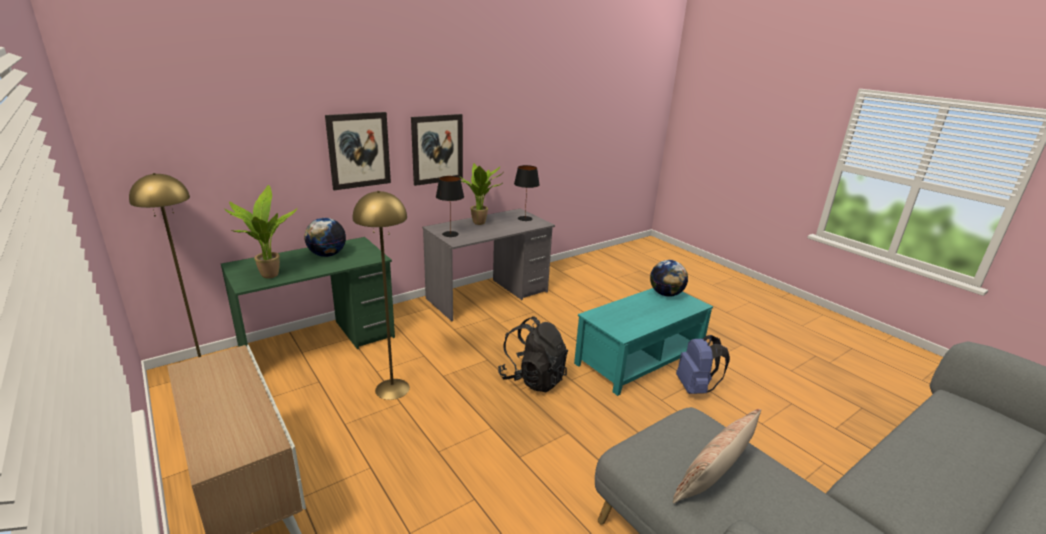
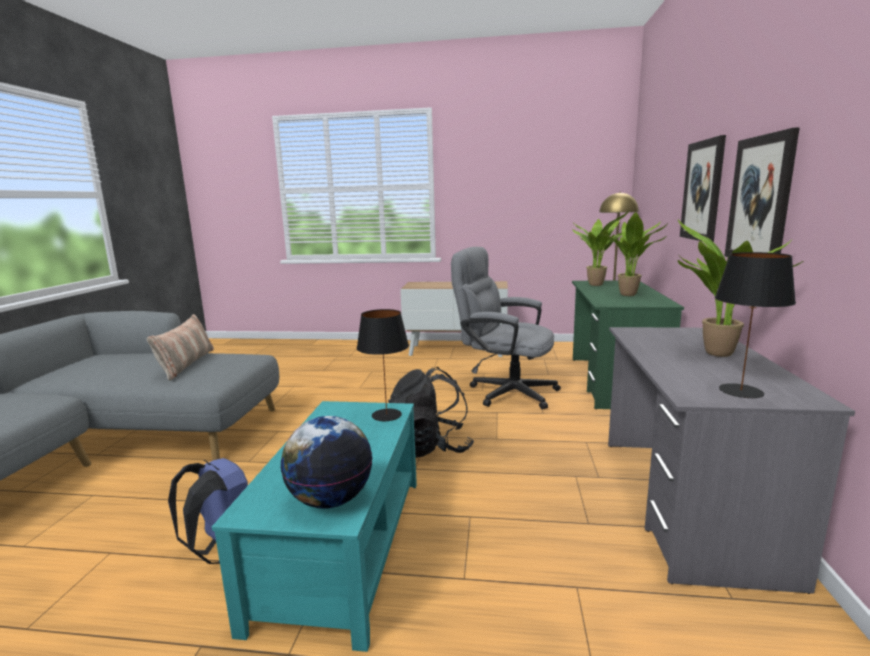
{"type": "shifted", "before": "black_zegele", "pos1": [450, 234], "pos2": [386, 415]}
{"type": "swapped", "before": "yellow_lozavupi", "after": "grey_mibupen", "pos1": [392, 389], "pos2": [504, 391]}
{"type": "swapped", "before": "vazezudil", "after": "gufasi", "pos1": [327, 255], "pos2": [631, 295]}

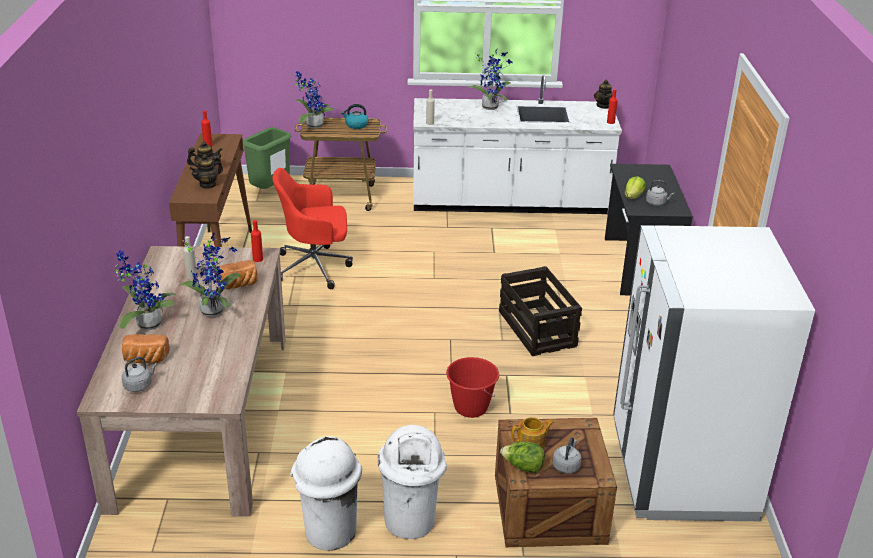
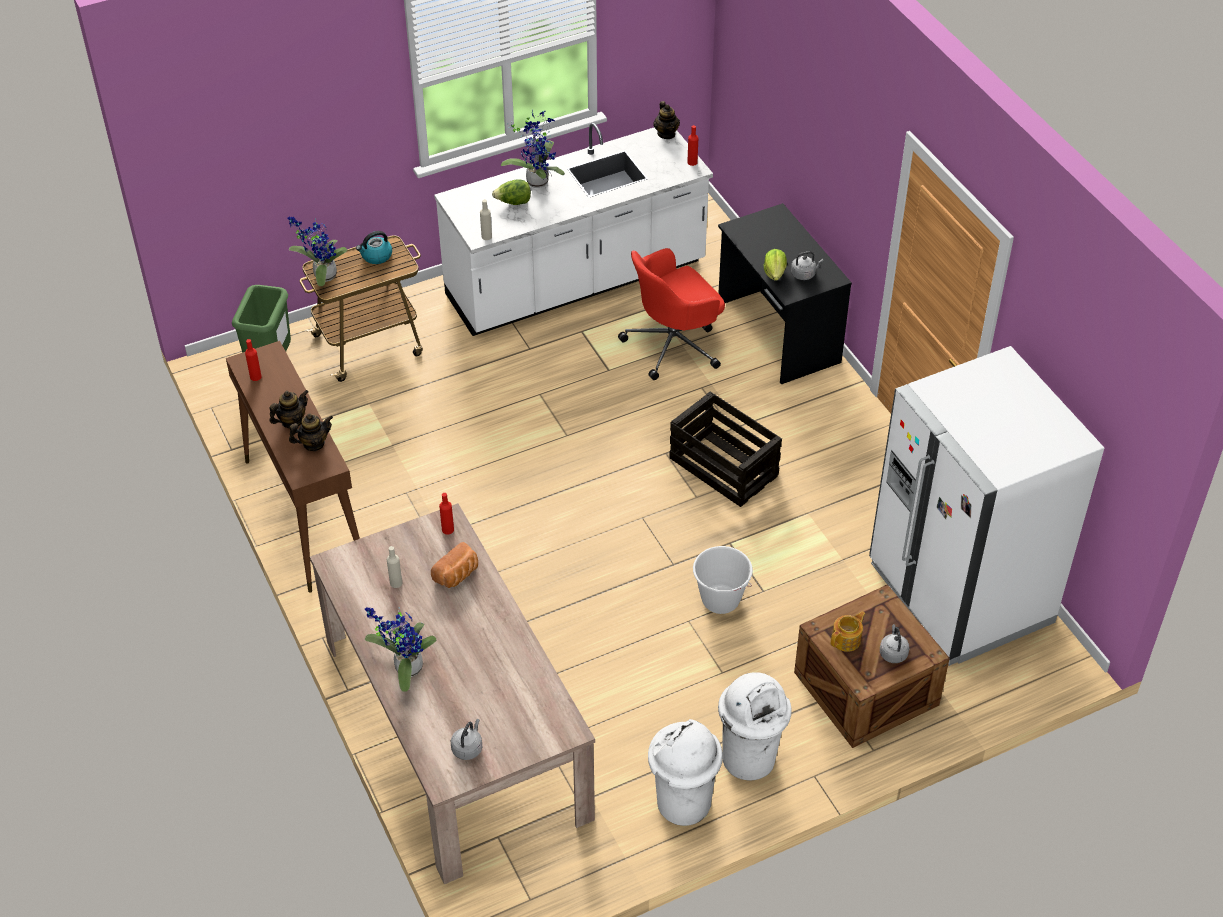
{"type": "rotated", "before": "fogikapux", "pos1": [208, 185], "pos2": [313, 444], "turn": -135}
{"type": "shifted", "before": "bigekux", "pos1": [523, 467], "pos2": [513, 203]}
{"type": "shifted", "before": "red_mibupen", "pos1": [315, 267], "pos2": [674, 345]}
{"type": "repainted", "before": "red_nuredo", "after": "white_nuredo", "pos1": [470, 407], "pos2": [720, 600]}
{"type": "gone", "before": "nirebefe", "pos1": [145, 360]}
{"type": "gone", "before": "gufasi", "pos1": [214, 309]}

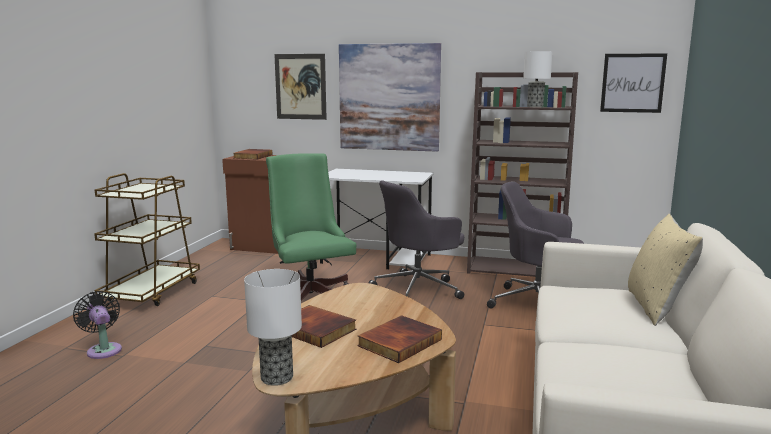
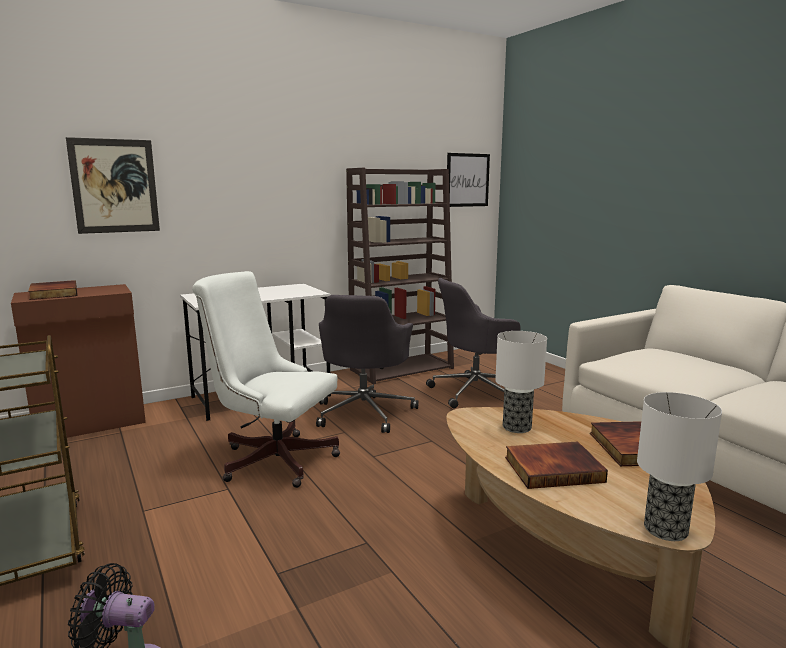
{"type": "repainted", "before": "green_mibupen", "after": "white_mibupen", "pos1": [310, 295], "pos2": [272, 458]}
{"type": "shifted", "before": "zegele", "pos1": [535, 106], "pos2": [517, 427]}
{"type": "gone", "before": "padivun", "pos1": [389, 97]}
{"type": "gone", "before": "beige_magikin", "pos1": [657, 308]}

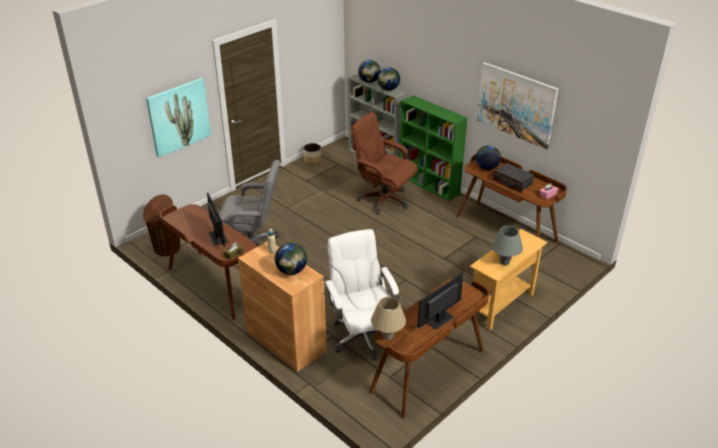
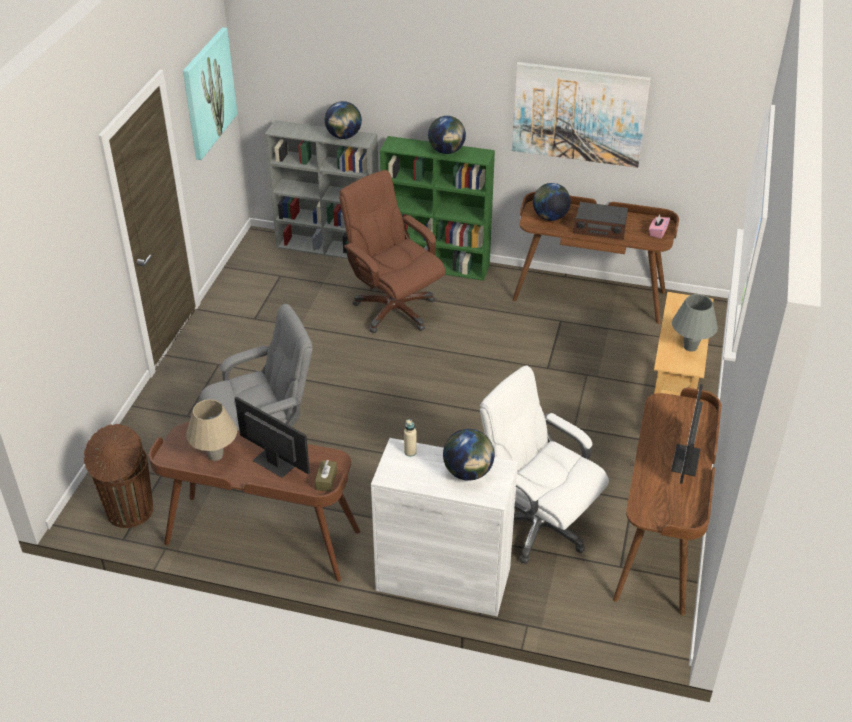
{"type": "shifted", "before": "padivun", "pos1": [178, 116], "pos2": [208, 93]}
{"type": "shifted", "before": "beige_zegele", "pos1": [387, 336], "pos2": [215, 455]}
{"type": "rotated", "before": "brown_mibupen", "pos1": [383, 199], "pos2": [393, 309], "turn": 45}
{"type": "repainted", "before": "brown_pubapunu", "after": "white_pubapunu", "pos1": [286, 341], "pos2": [443, 579]}
{"type": "shifted", "before": "vazezudil", "pos1": [369, 81], "pos2": [446, 151]}
{"type": "gone", "before": "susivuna", "pos1": [312, 160]}

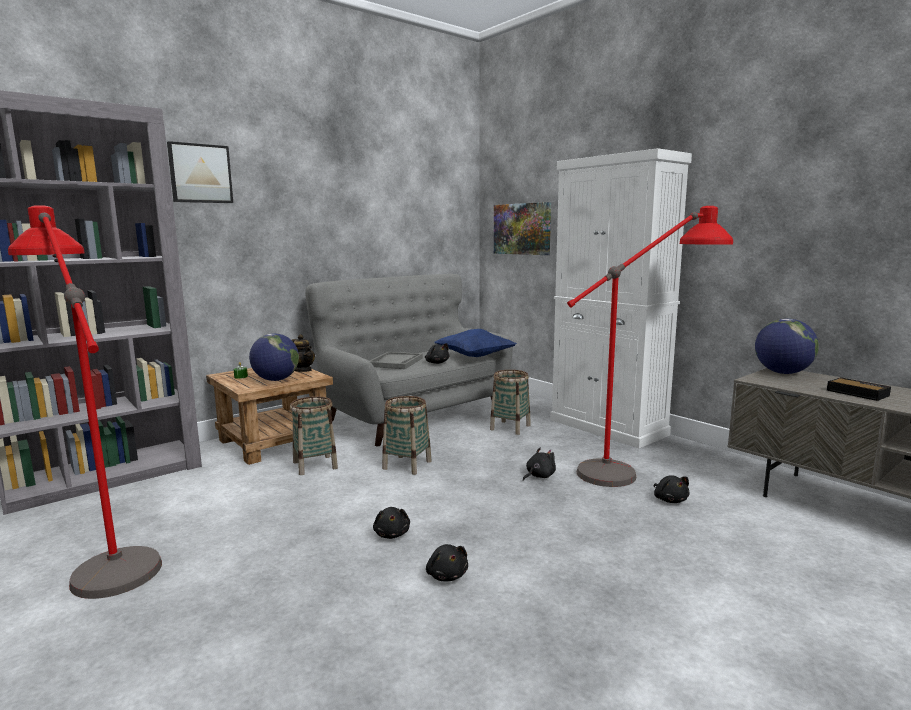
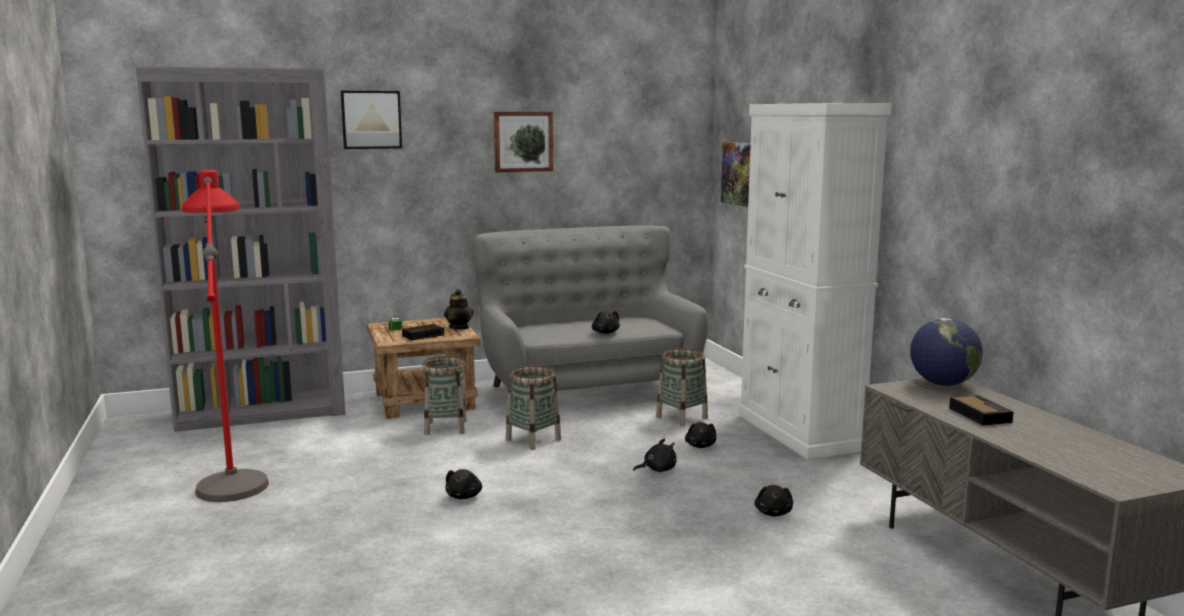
{"type": "swapped", "before": "vazezudil", "after": "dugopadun", "pos1": [276, 380], "pos2": [424, 335]}
{"type": "new", "after": "padivun", "pos2": [523, 141]}
{"type": "shifted", "before": "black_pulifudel", "pos1": [446, 575], "pos2": [700, 446]}
{"type": "gone", "before": "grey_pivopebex", "pos1": [396, 362]}
{"type": "gone", "before": "blue_magikin", "pos1": [474, 357]}
{"type": "gone", "before": "red_lozavupi", "pos1": [640, 468]}

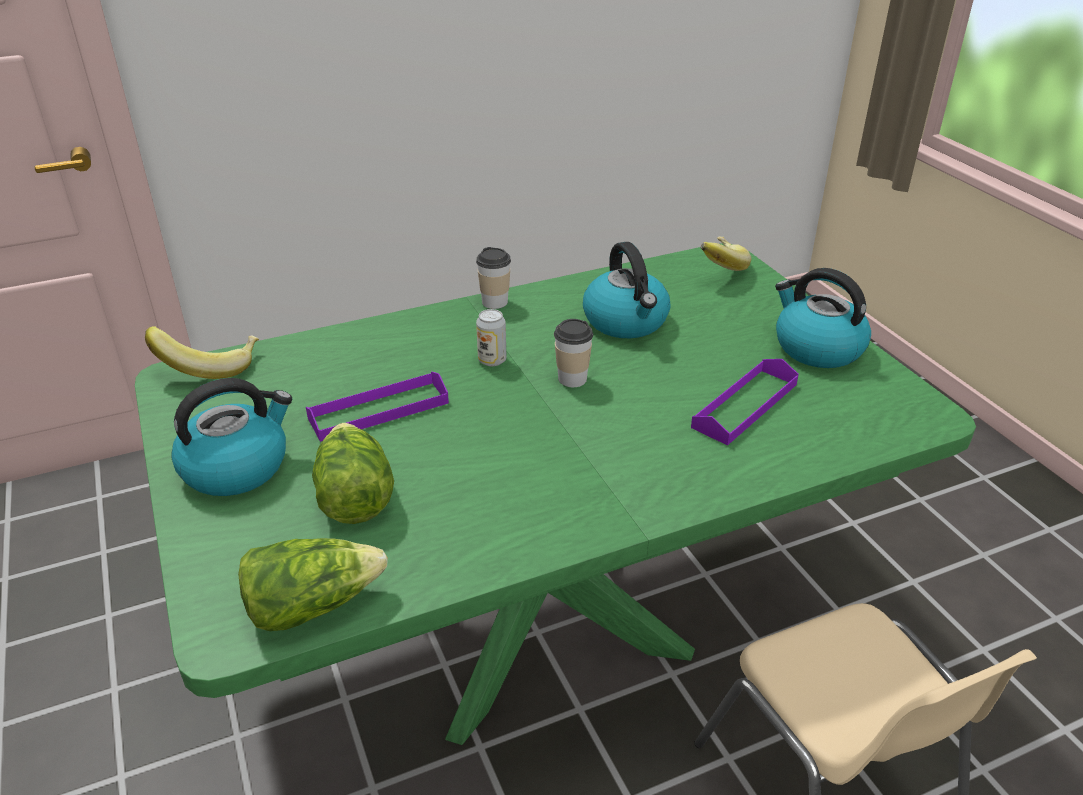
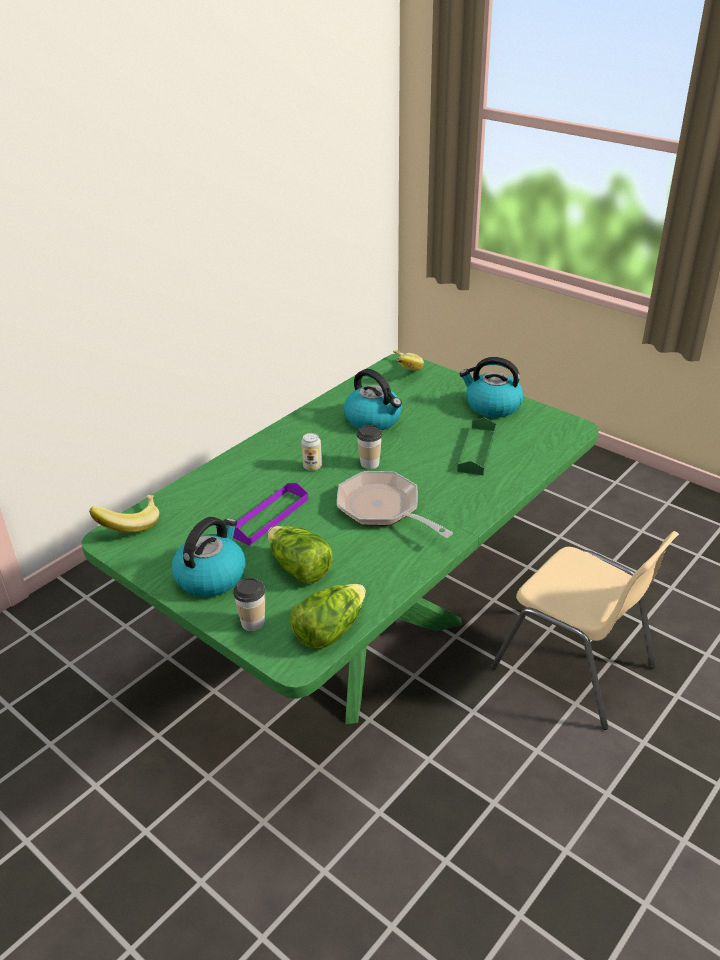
{"type": "shifted", "before": "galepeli", "pos1": [495, 302], "pos2": [253, 622]}
{"type": "new", "after": "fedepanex", "pos2": [383, 509]}
{"type": "repainted", "before": "purple_pivopebex", "after": "green_pivopebex", "pos1": [745, 405], "pos2": [477, 450]}

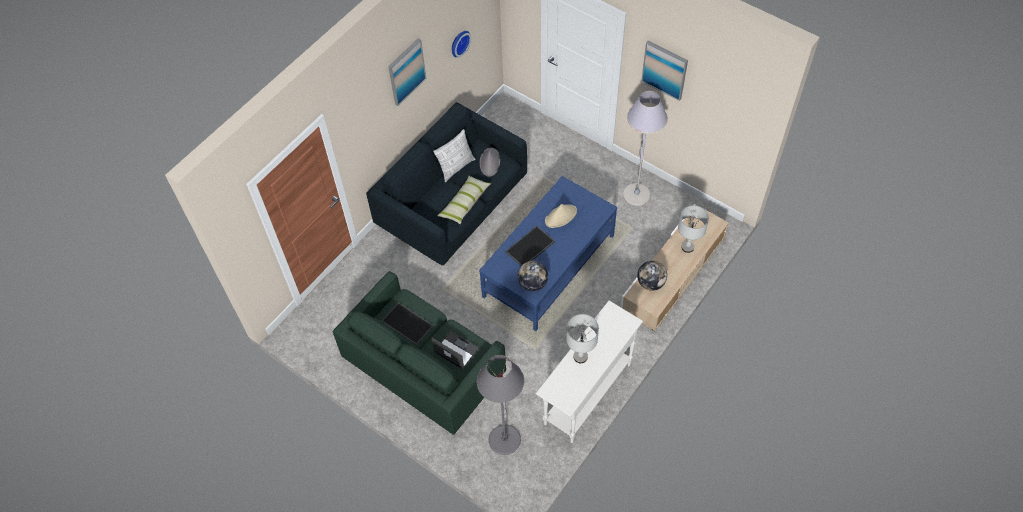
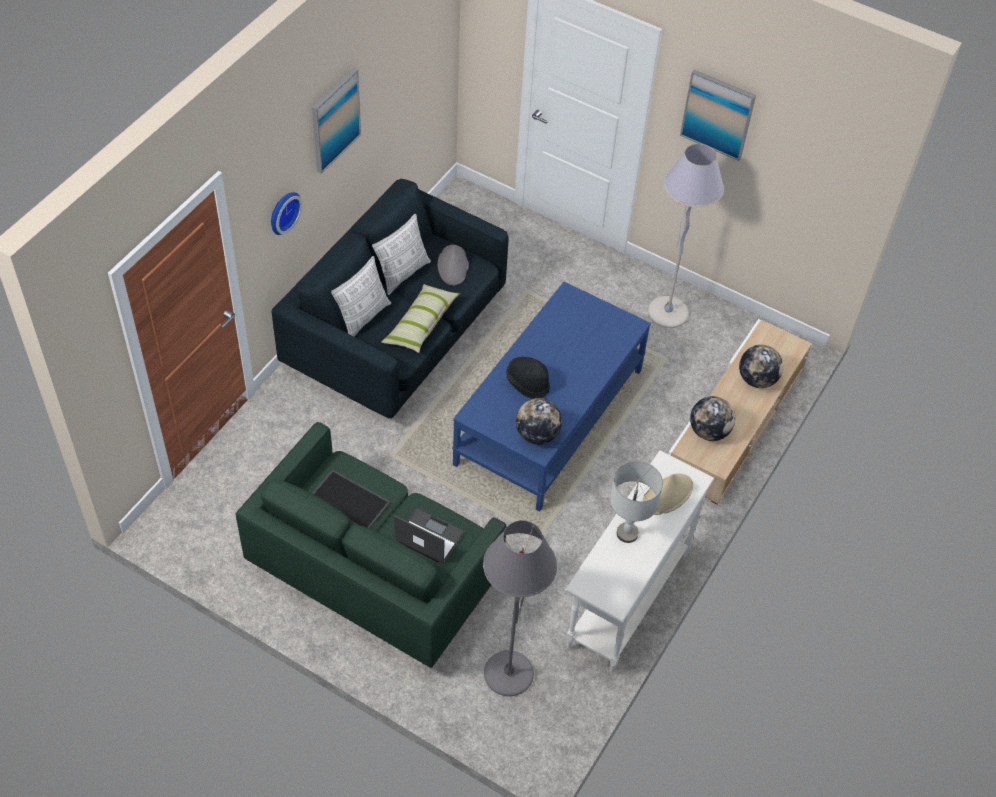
{"type": "shifted", "before": "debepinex", "pos1": [459, 42], "pos2": [282, 211]}
{"type": "new", "after": "magikin", "pos2": [363, 317]}
{"type": "swapped", "before": "pivopebex", "after": "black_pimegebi", "pos1": [530, 247], "pos2": [527, 383]}
{"type": "shifted", "before": "beige_pimegebi", "pos1": [561, 216], "pos2": [667, 494]}
{"type": "swapped", "before": "grey_zegele", "after": "vazezudil", "pos1": [687, 247], "pos2": [757, 379]}

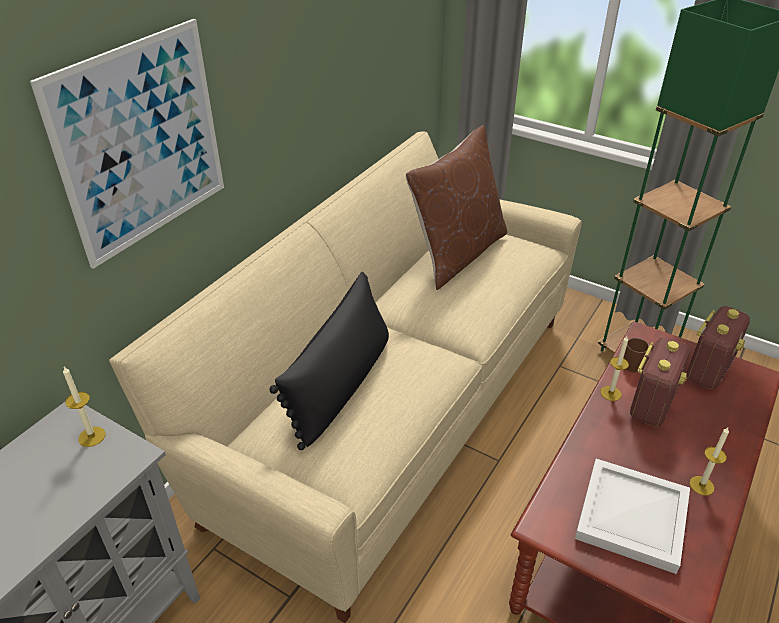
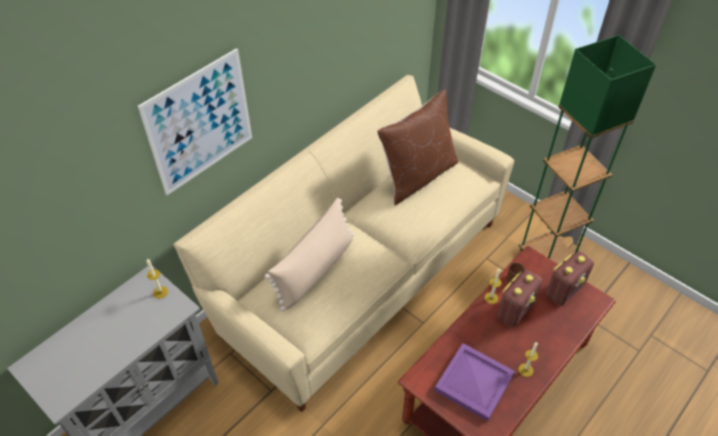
{"type": "repainted", "before": "black_magikin", "after": "beige_magikin", "pos1": [341, 384], "pos2": [315, 269]}
{"type": "repainted", "before": "white_pivopebex", "after": "purple_pivopebex", "pos1": [630, 515], "pos2": [473, 381]}

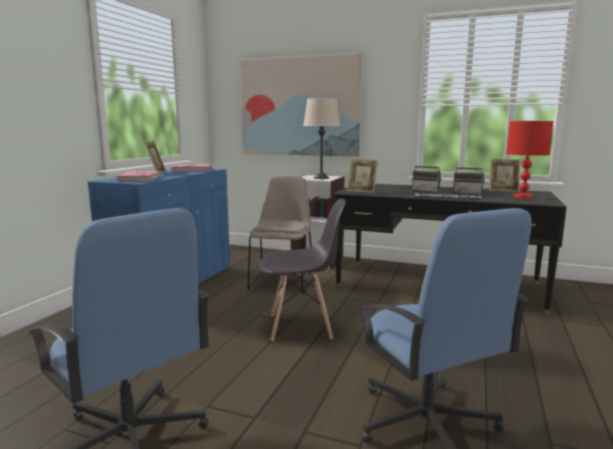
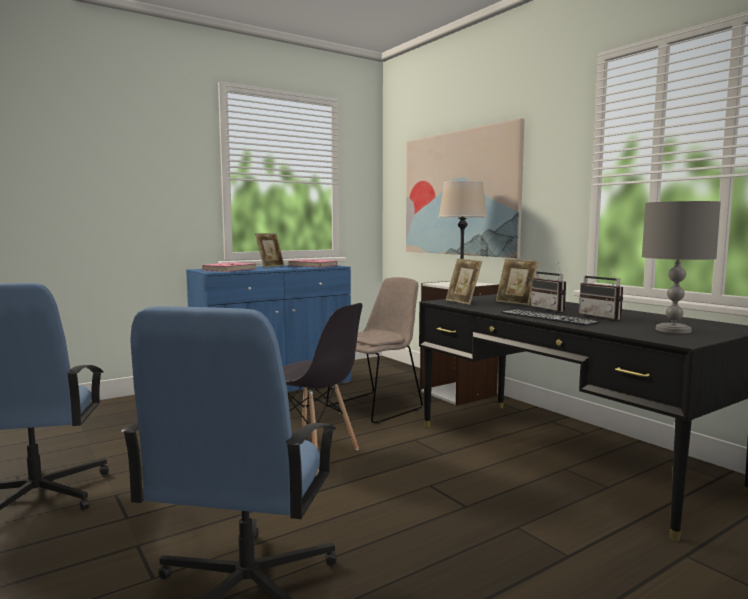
{"type": "shifted", "before": "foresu", "pos1": [503, 191], "pos2": [515, 303]}
{"type": "repainted", "before": "red_zegele", "after": "grey_zegele", "pos1": [522, 197], "pos2": [672, 330]}

